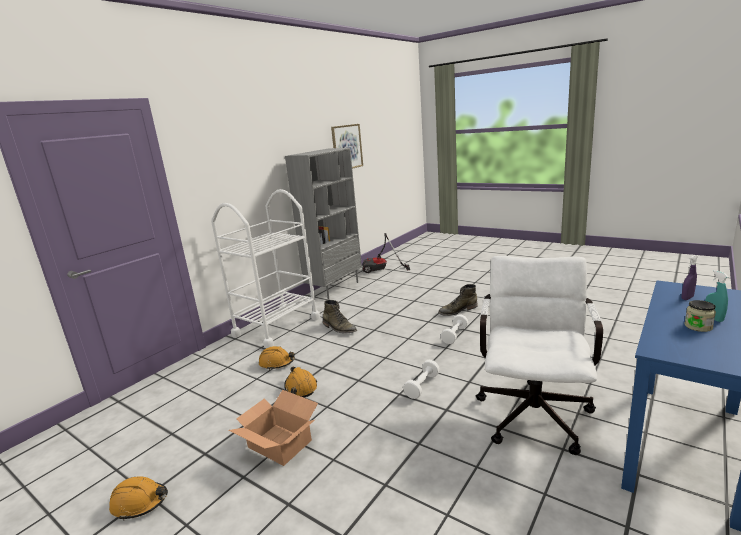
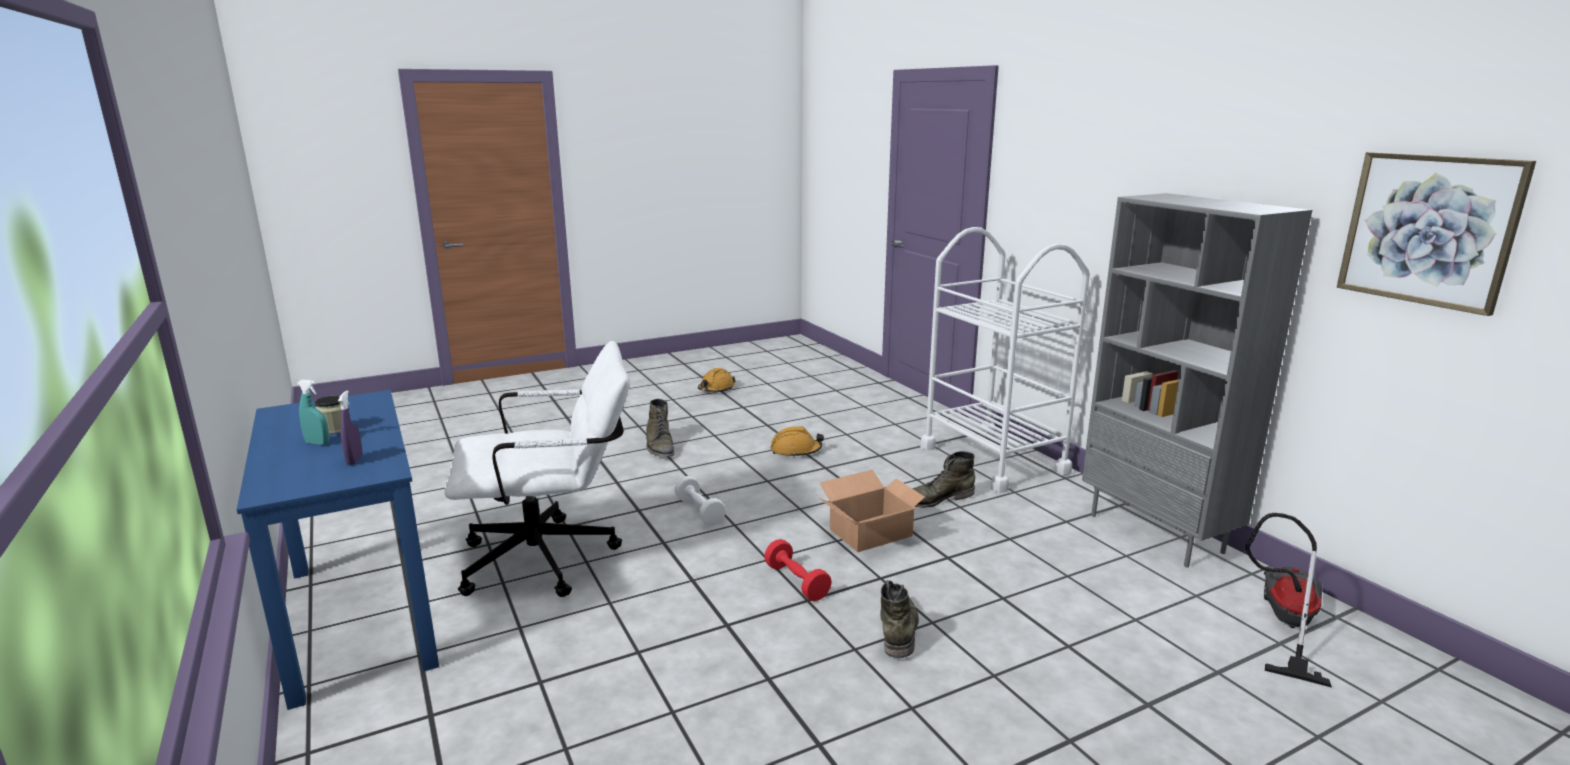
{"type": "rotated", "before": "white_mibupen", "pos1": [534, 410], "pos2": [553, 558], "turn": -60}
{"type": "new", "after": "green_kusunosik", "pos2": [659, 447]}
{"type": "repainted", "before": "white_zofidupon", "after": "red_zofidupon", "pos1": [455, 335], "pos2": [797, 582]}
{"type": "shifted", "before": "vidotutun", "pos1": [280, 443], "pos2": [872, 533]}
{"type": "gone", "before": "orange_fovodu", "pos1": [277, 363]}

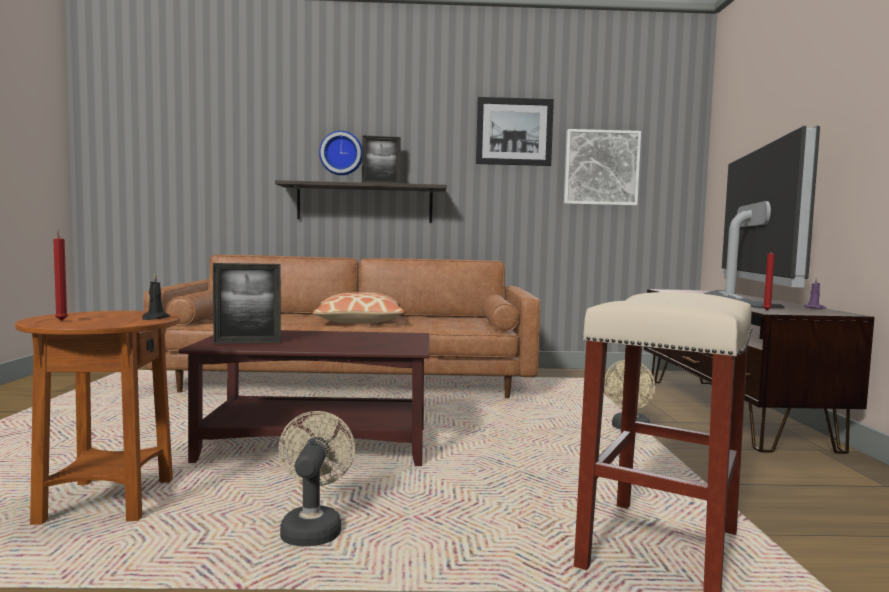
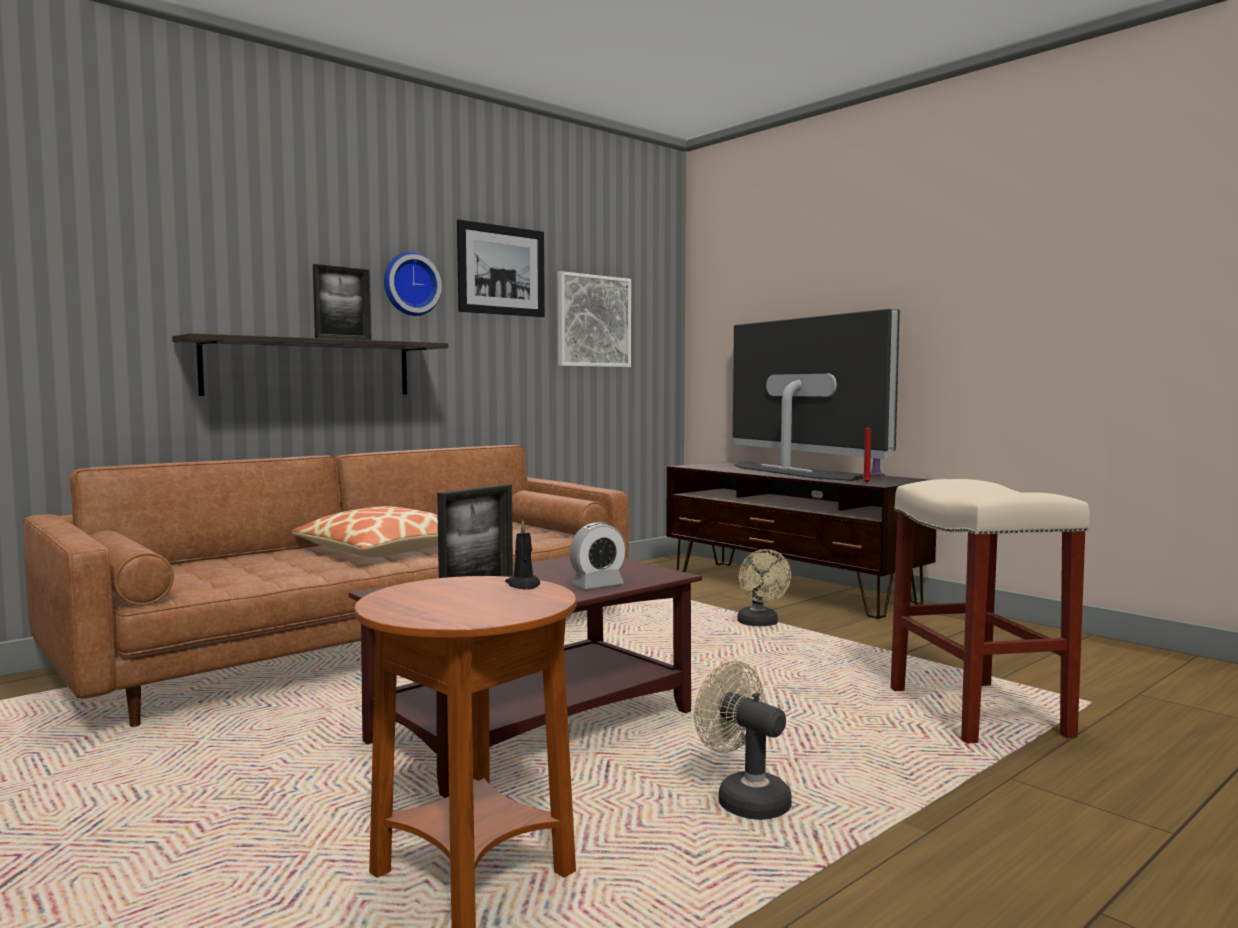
{"type": "shifted", "before": "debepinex", "pos1": [341, 153], "pos2": [410, 284]}
{"type": "new", "after": "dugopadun", "pos2": [598, 585]}
{"type": "gone", "before": "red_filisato", "pos1": [61, 320]}

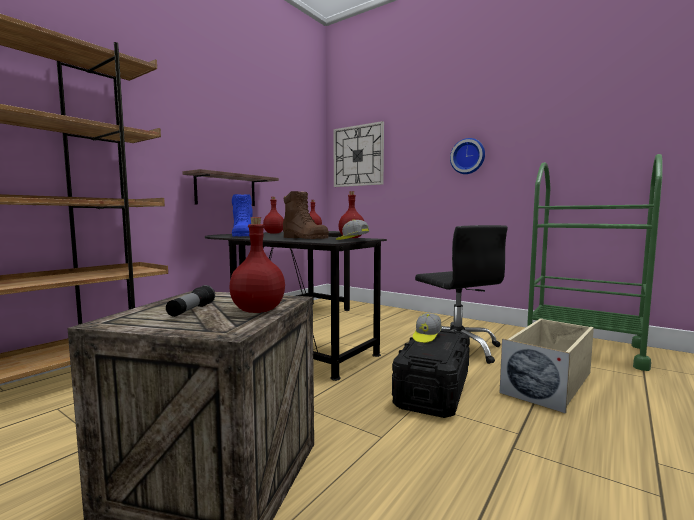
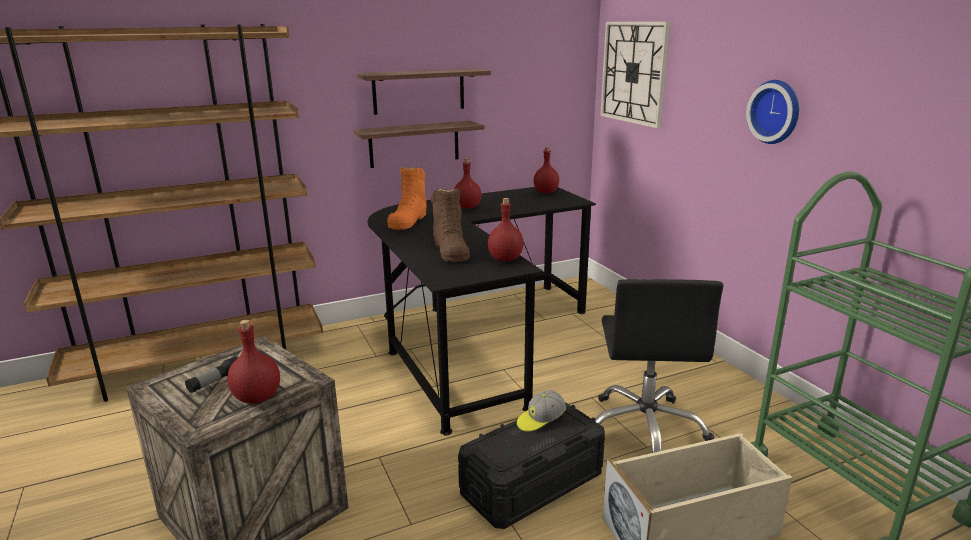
{"type": "new", "after": "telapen", "pos2": [419, 91]}
{"type": "repainted", "before": "blue_kusunosik", "after": "orange_kusunosik", "pos1": [242, 235], "pos2": [408, 220]}
{"type": "gone", "before": "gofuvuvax", "pos1": [352, 240]}

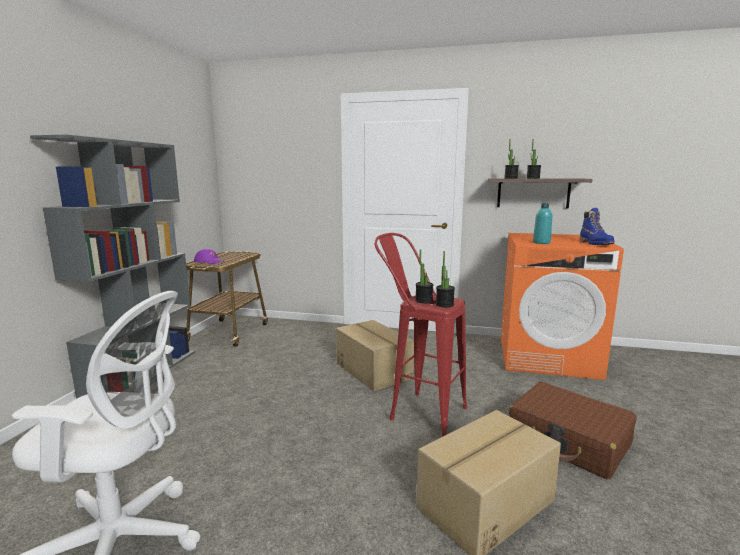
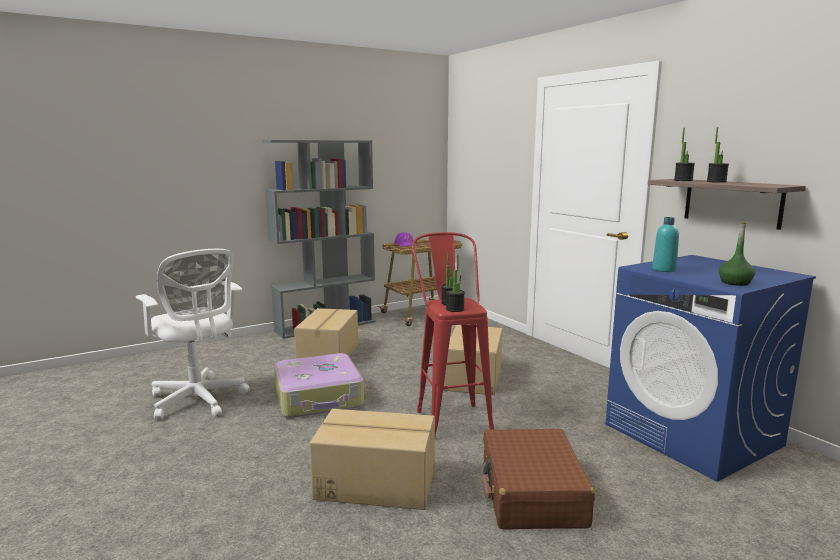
{"type": "new", "after": "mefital", "pos2": [319, 397]}
{"type": "new", "after": "vidotutun", "pos2": [329, 354]}
{"type": "repainted", "before": "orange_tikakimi", "after": "blue_tikakimi", "pos1": [548, 357], "pos2": [693, 435]}
{"type": "swapped", "before": "blue_kusunosik", "after": "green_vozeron", "pos1": [595, 243], "pos2": [735, 283]}

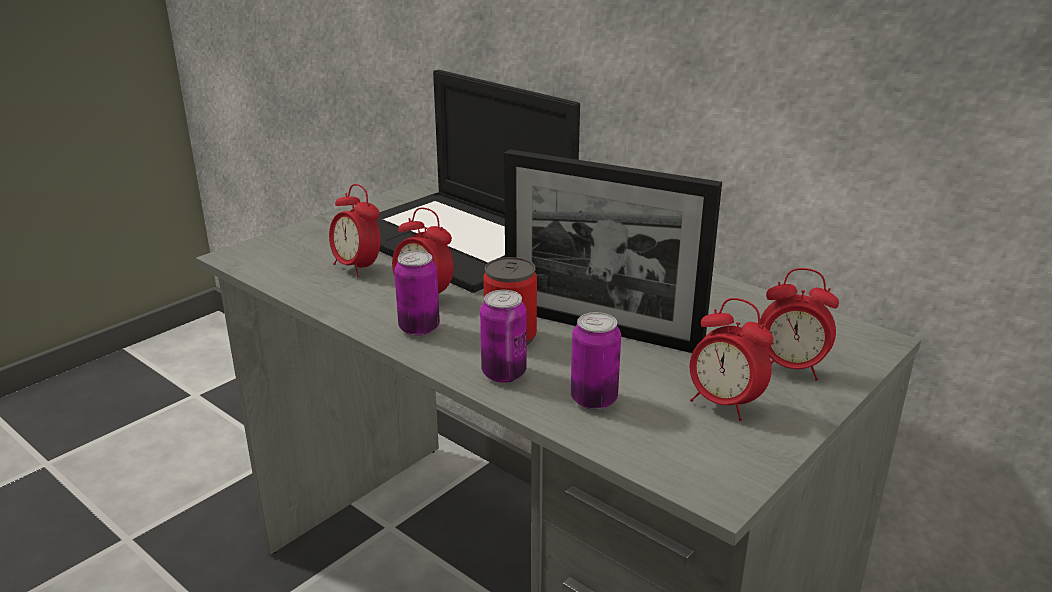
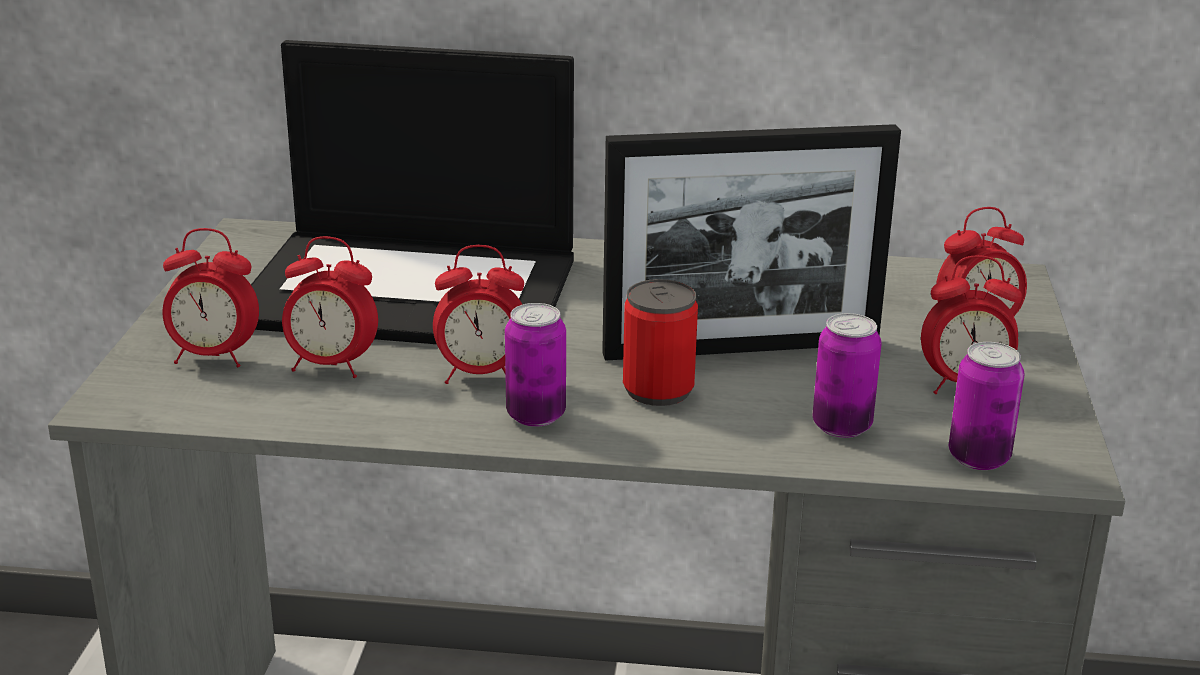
{"type": "new", "after": "dugopadun", "pos2": [214, 357]}
{"type": "shifted", "before": "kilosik", "pos1": [504, 373], "pos2": [978, 458]}

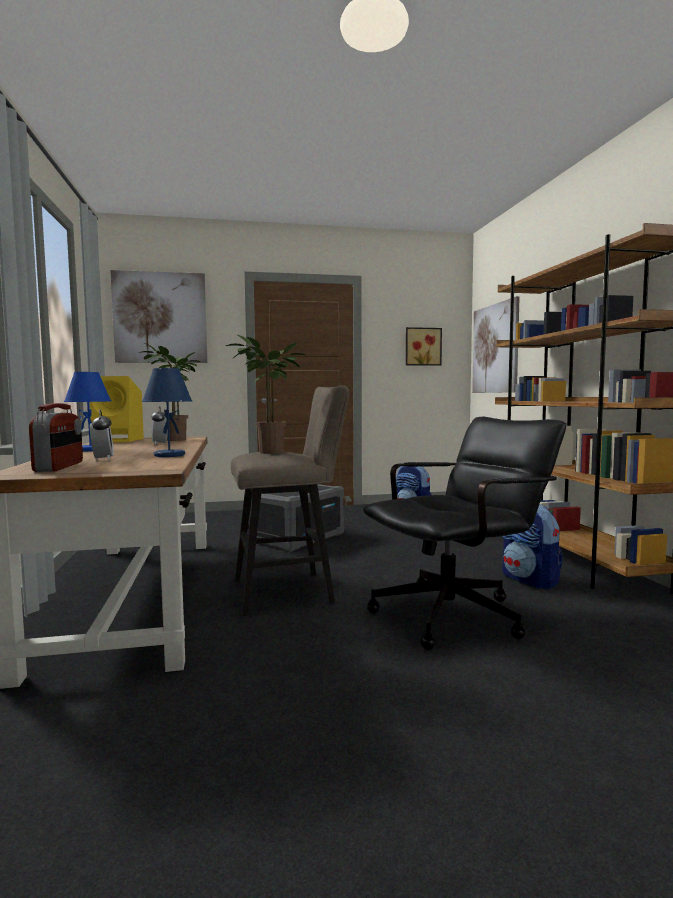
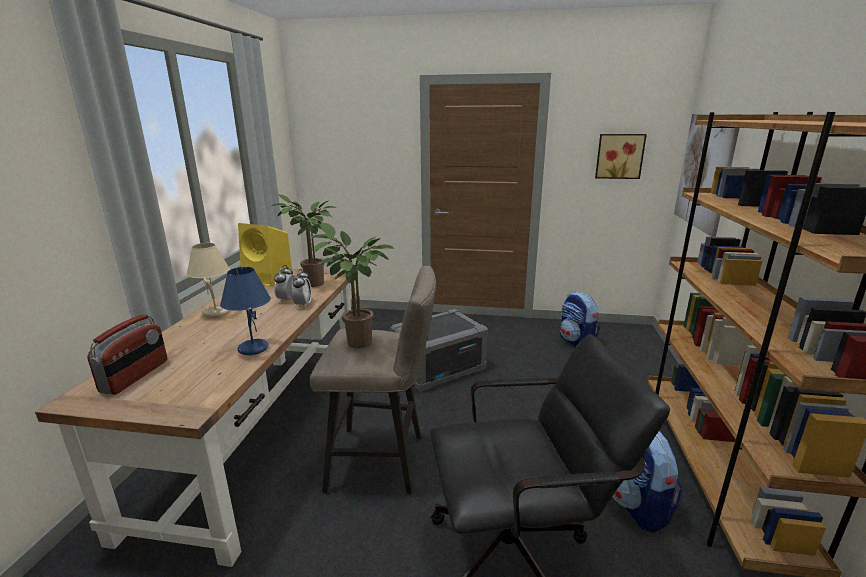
{"type": "repainted", "before": "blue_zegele", "after": "beige_zegele", "pos1": [91, 450], "pos2": [216, 313]}
{"type": "shifted", "before": "dugopadun", "pos1": [103, 459], "pos2": [303, 304]}
{"type": "gone", "before": "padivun", "pos1": [160, 318]}

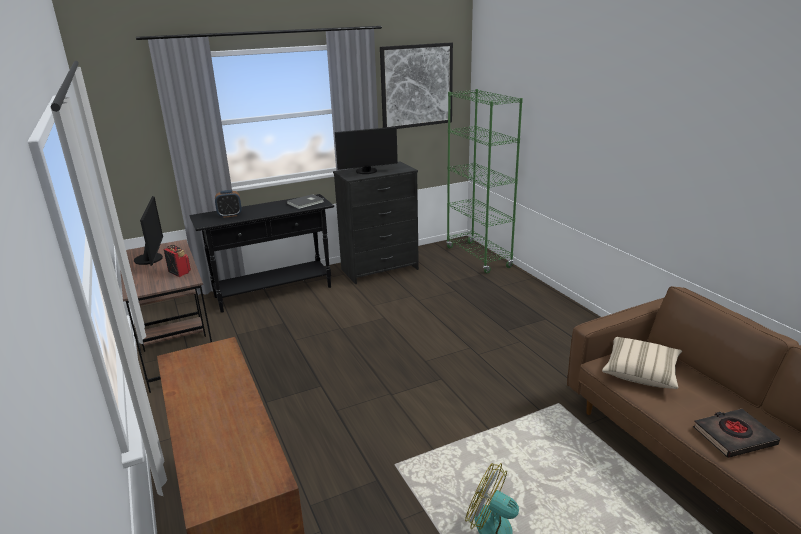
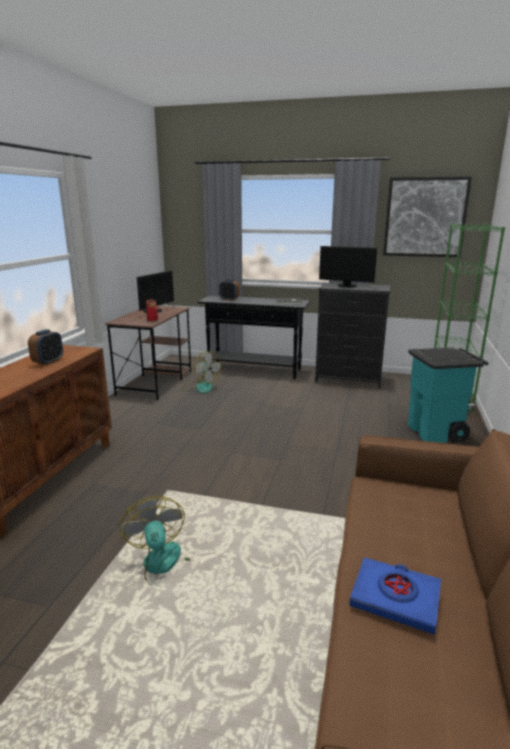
{"type": "new", "after": "dugopadun", "pos2": [48, 362]}
{"type": "new", "after": "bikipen", "pos2": [200, 387]}
{"type": "repainted", "before": "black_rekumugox", "after": "blue_rekumugox", "pos1": [733, 436], "pos2": [395, 598]}
{"type": "new", "after": "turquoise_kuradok", "pos2": [436, 433]}
{"type": "gone", "before": "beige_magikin", "pos1": [640, 372]}

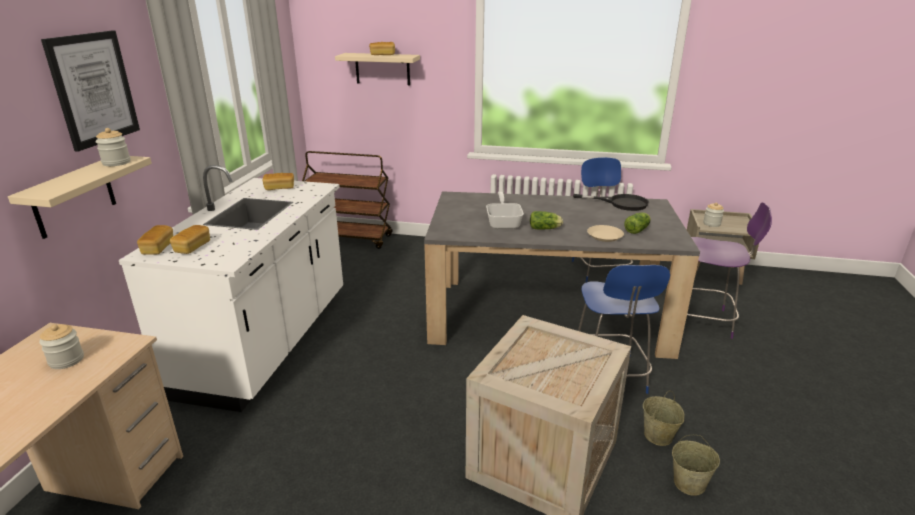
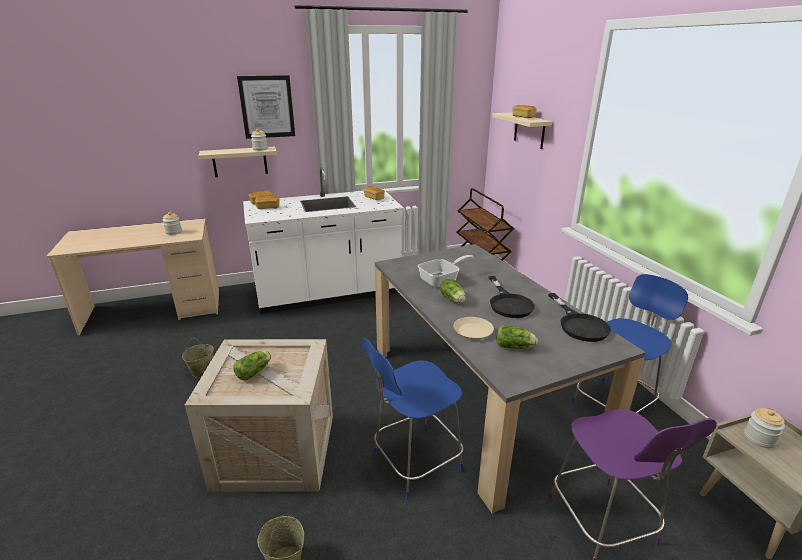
{"type": "shifted", "before": "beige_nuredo", "pos1": [658, 436], "pos2": [202, 372]}
{"type": "new", "after": "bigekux", "pos2": [255, 372]}
{"type": "new", "after": "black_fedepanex", "pos2": [508, 303]}

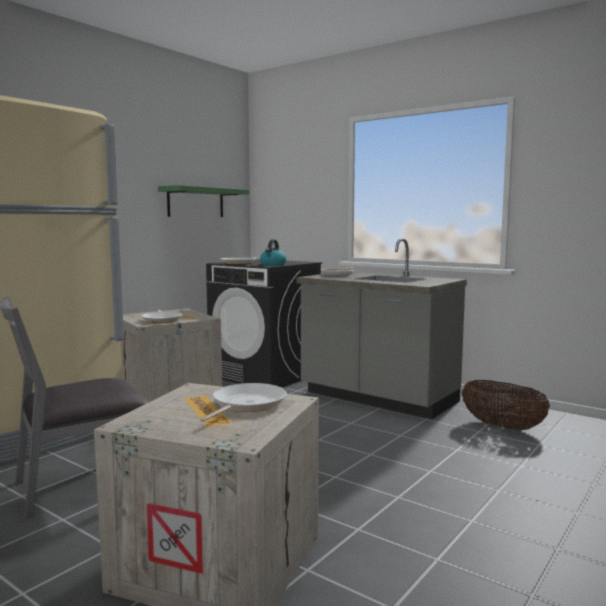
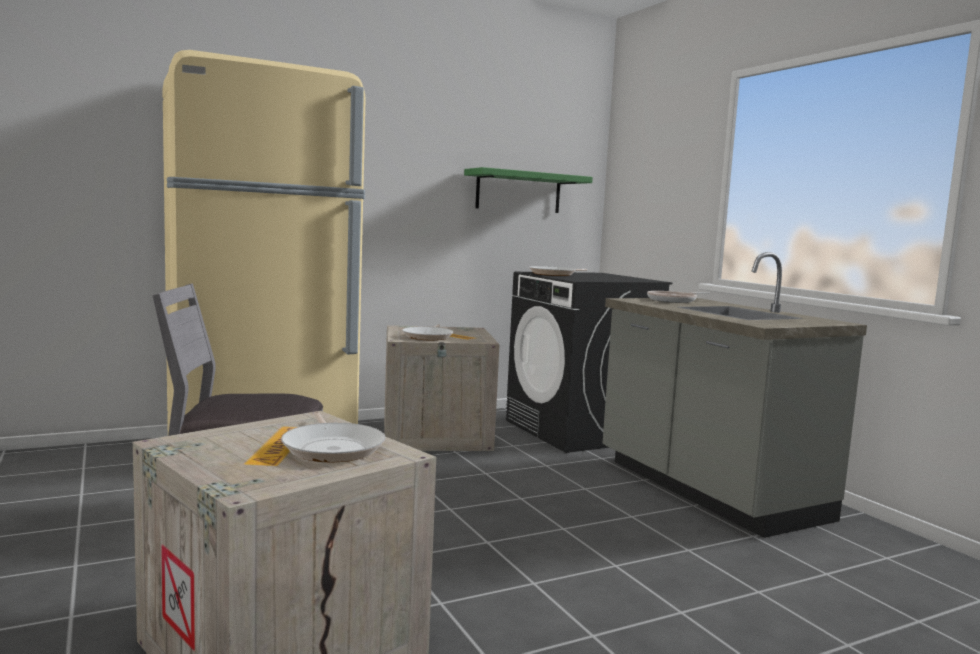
{"type": "rotated", "before": "fedepanex", "pos1": [246, 404], "pos2": [333, 447], "turn": 105}
{"type": "gone", "before": "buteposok", "pos1": [273, 264]}
{"type": "gone", "before": "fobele", "pos1": [502, 427]}

